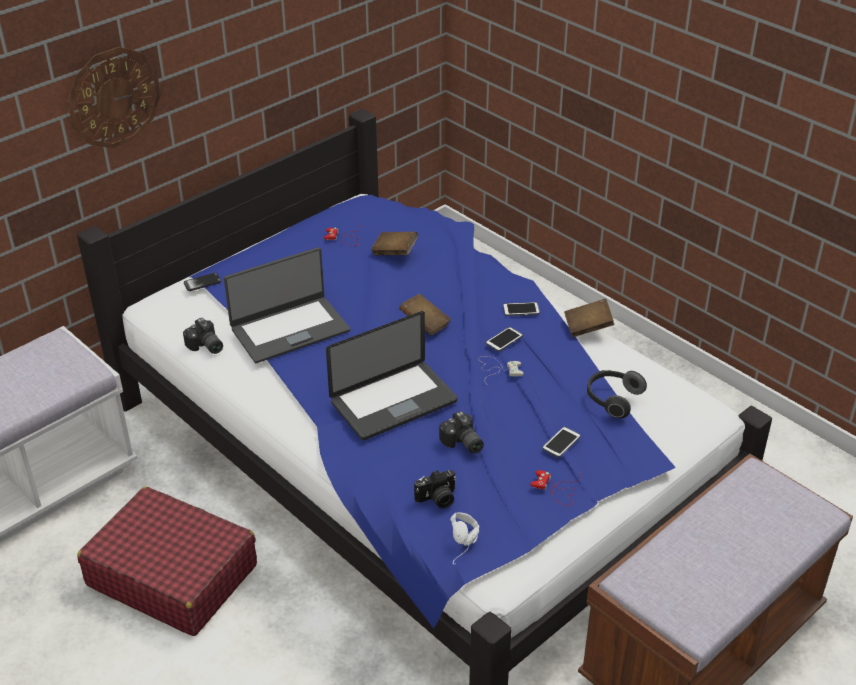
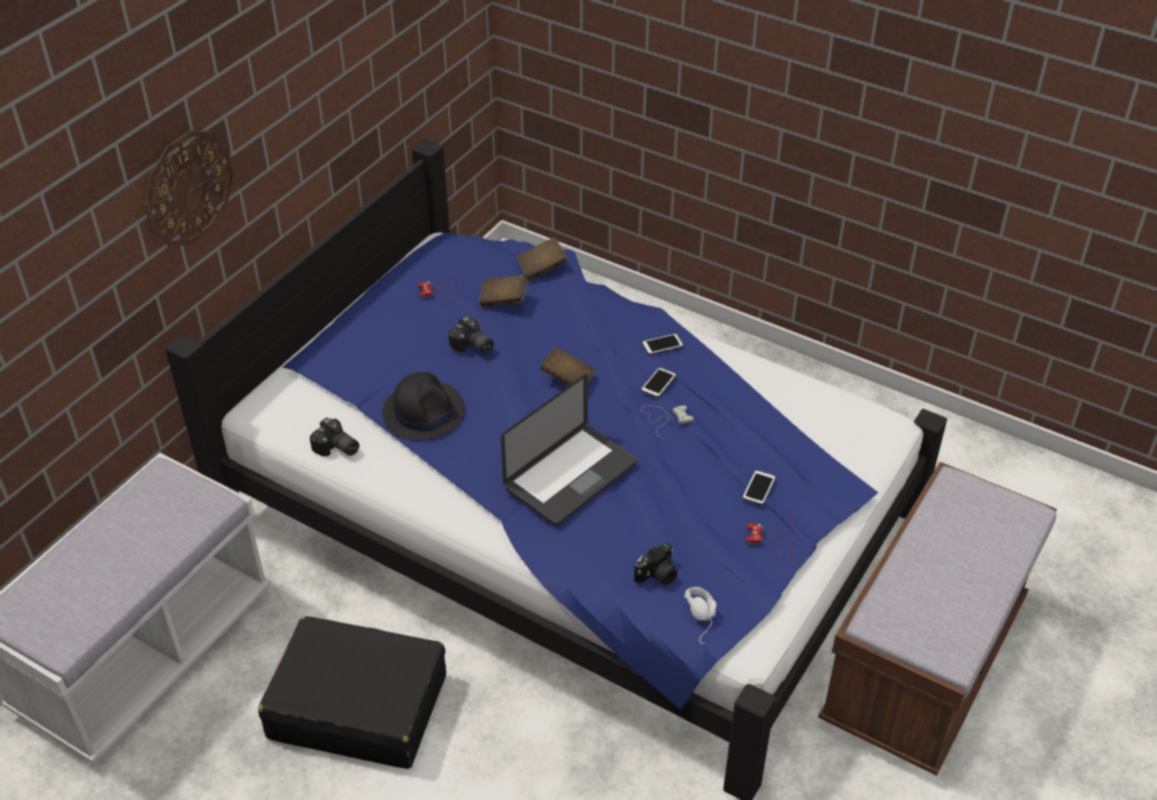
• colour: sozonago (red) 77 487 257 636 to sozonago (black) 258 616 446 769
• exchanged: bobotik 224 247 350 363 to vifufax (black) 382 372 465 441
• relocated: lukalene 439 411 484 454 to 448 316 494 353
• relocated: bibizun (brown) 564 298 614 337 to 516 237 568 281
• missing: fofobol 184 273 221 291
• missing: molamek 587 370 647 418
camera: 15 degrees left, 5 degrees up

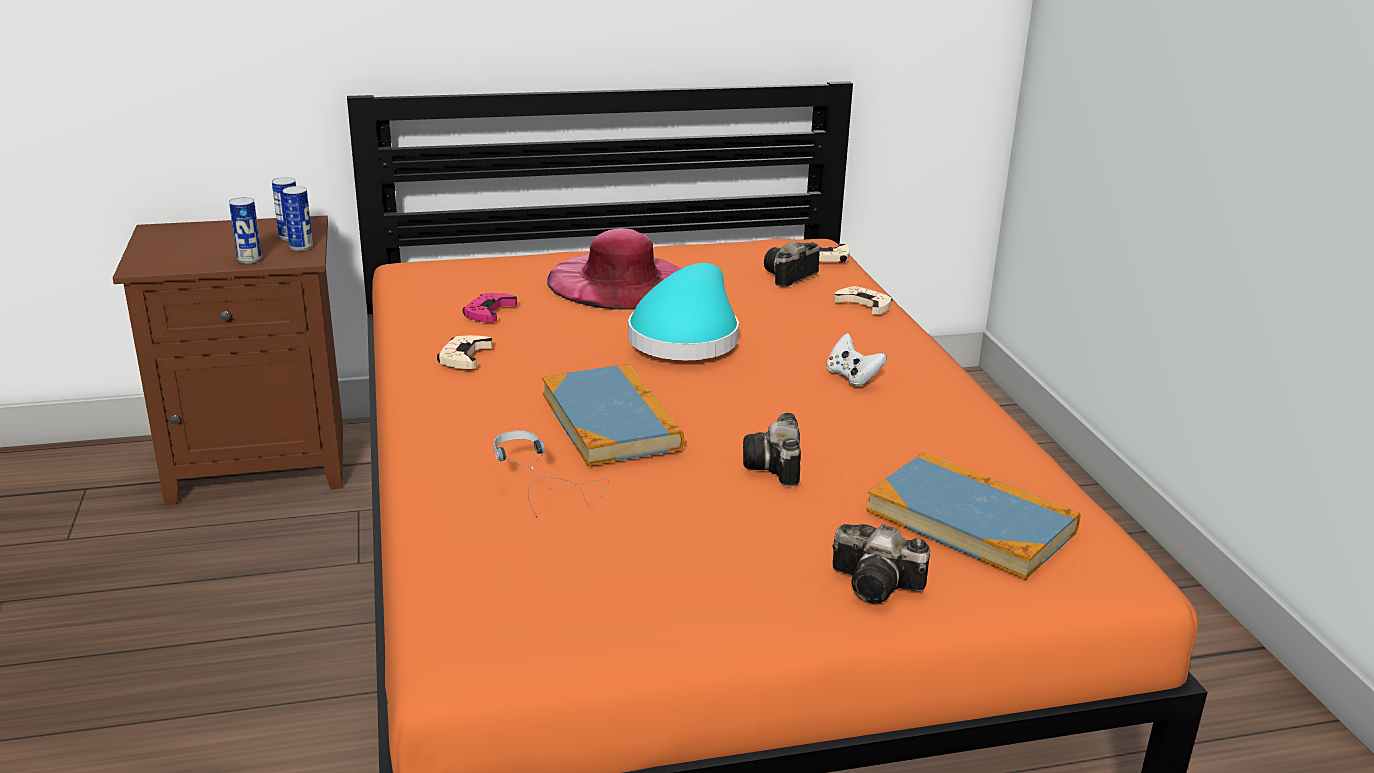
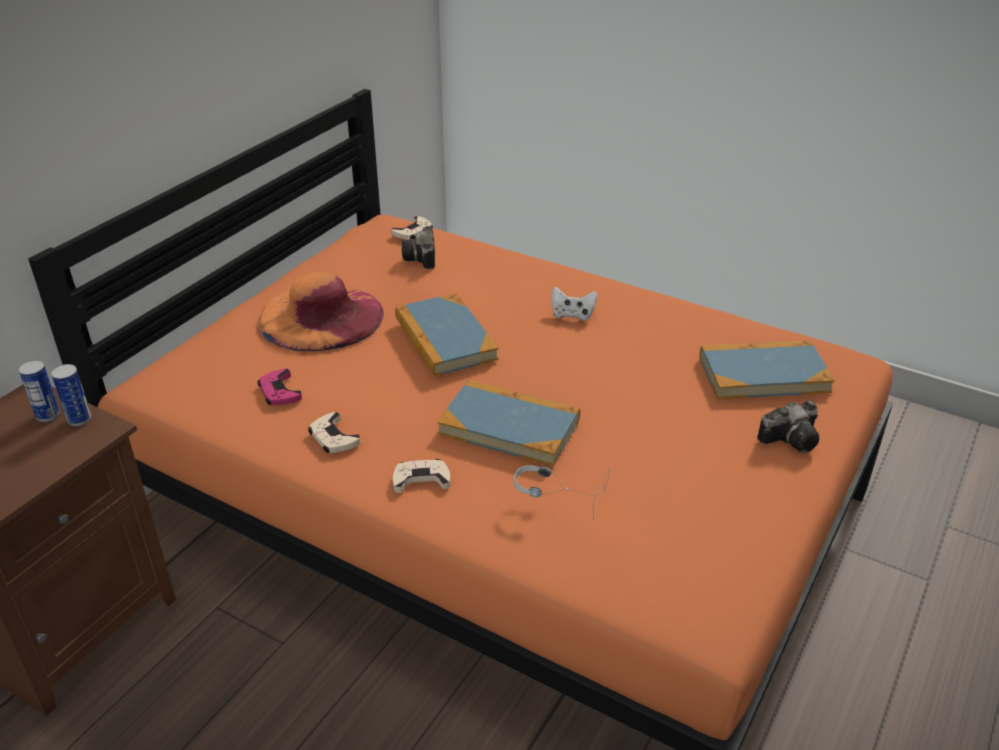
• colour: vifufax (pink) 547 228 681 310 to vifufax (orange) 258 272 384 351
• relocated: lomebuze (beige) 834 286 892 314 to 393 459 450 493
• exchanged: vifufax (turquoise) 628 263 739 360 to bibizun 395 293 498 376
• missing: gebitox 229 197 262 264
• missing: lukalene 743 413 801 486
camera: 45 degrees left, 10 degrees up

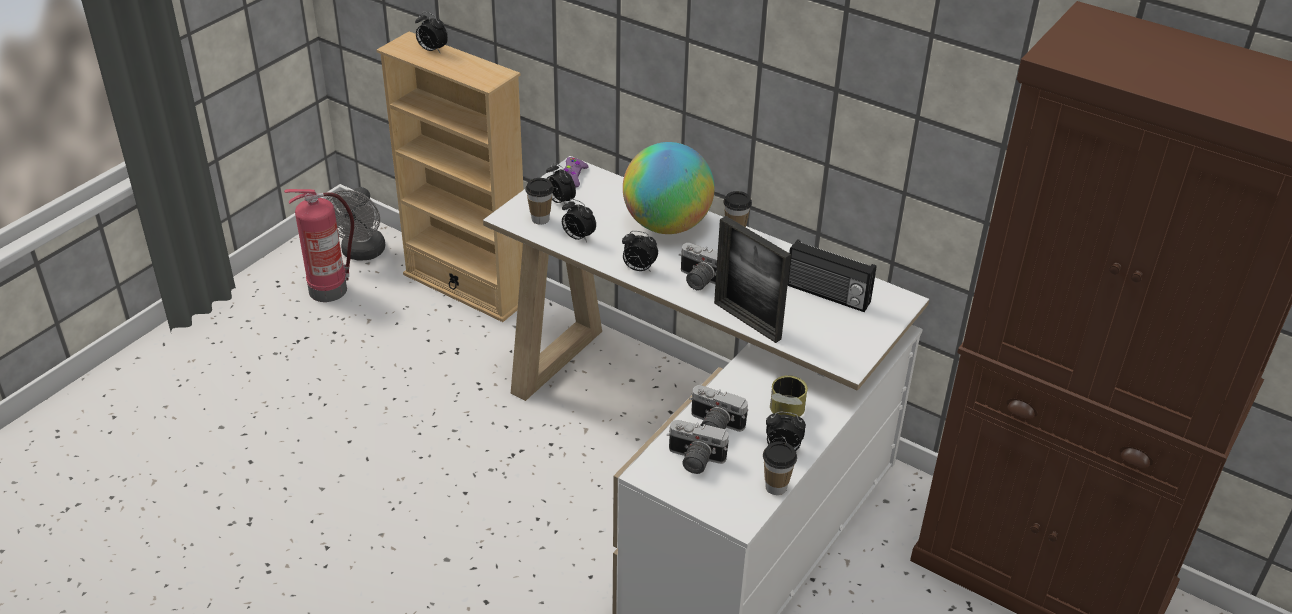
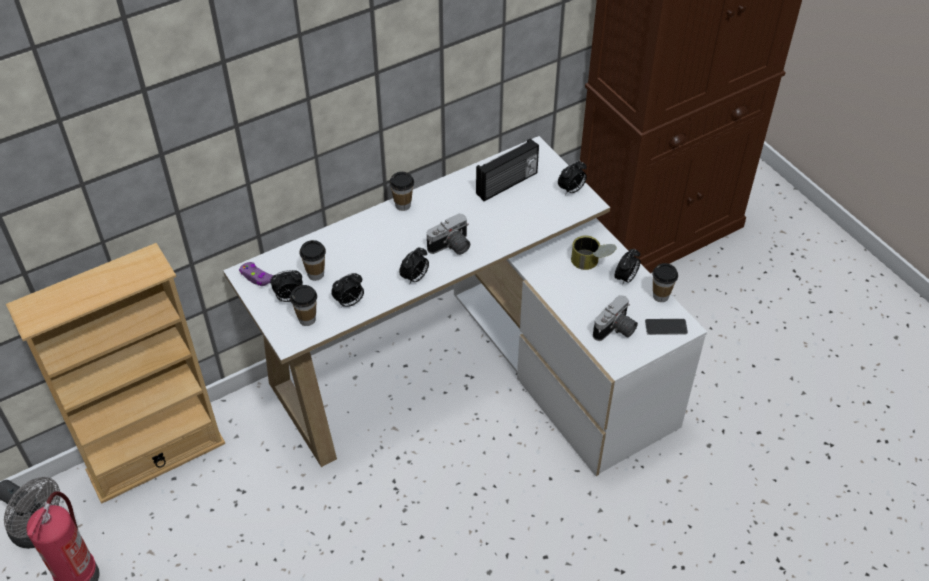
• appeared: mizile 300 240 326 281
• relocated: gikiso 415 12 448 54 to 558 160 587 195
• appeared: fofobol 645 319 688 335
• missing: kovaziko 623 142 715 234
• missing: lukalene 689 385 748 432
• missing: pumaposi 714 216 791 343
camera: 65 degrees left, 10 degrees up

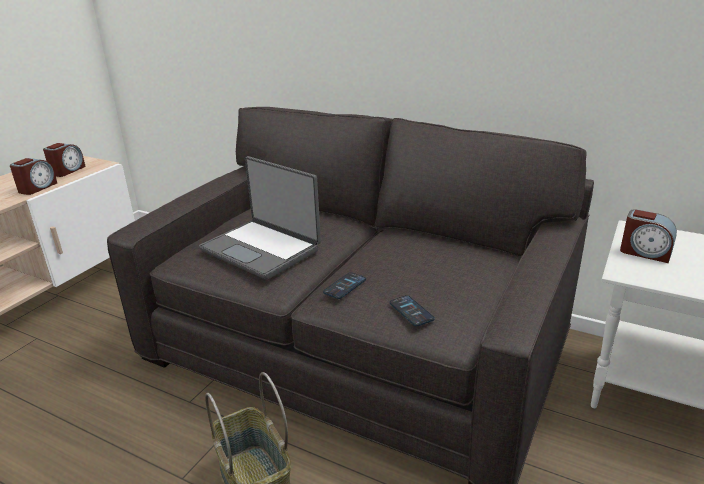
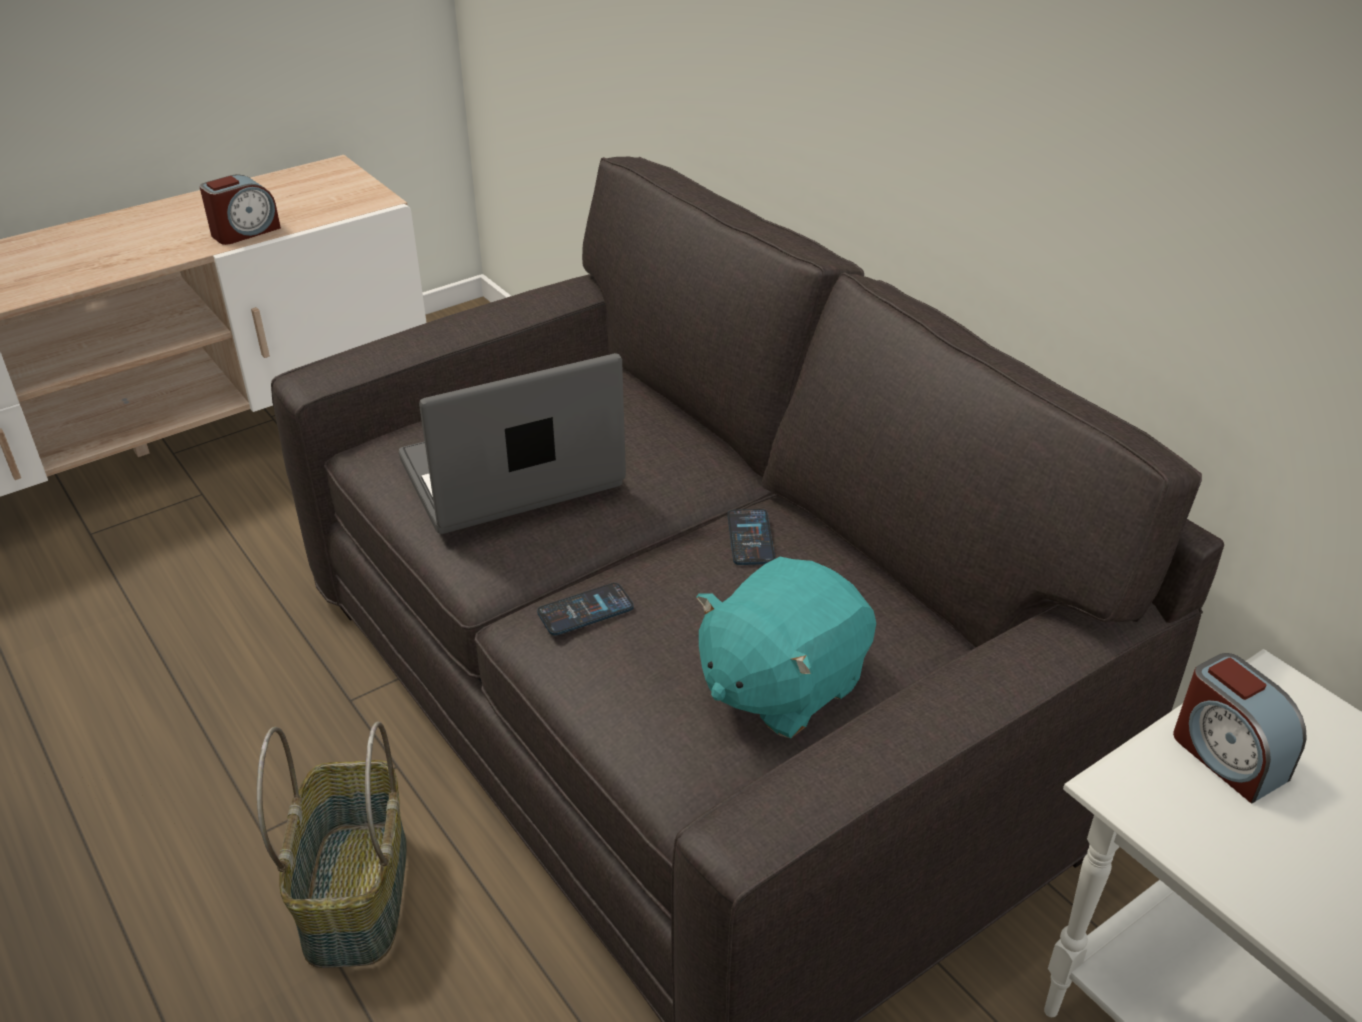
• spun: bobotik 199 156 321 280 = 399 353 626 534 90 degrees clockwise
• appeared: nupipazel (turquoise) 696 557 876 738
• relocated: fofobol 390 295 435 326 to 728 509 775 565
• missing: gikiso 43 143 86 177
camera: 25 degrees right, 10 degrees up

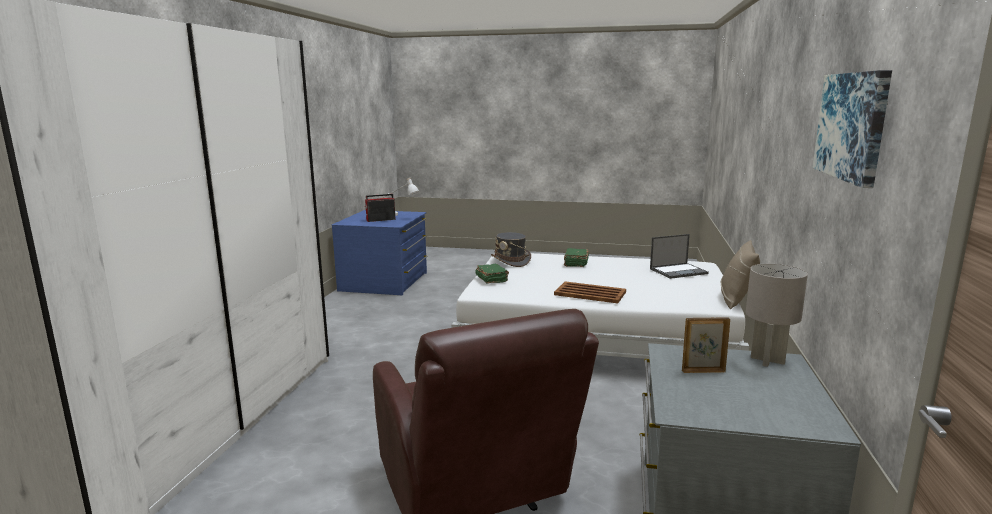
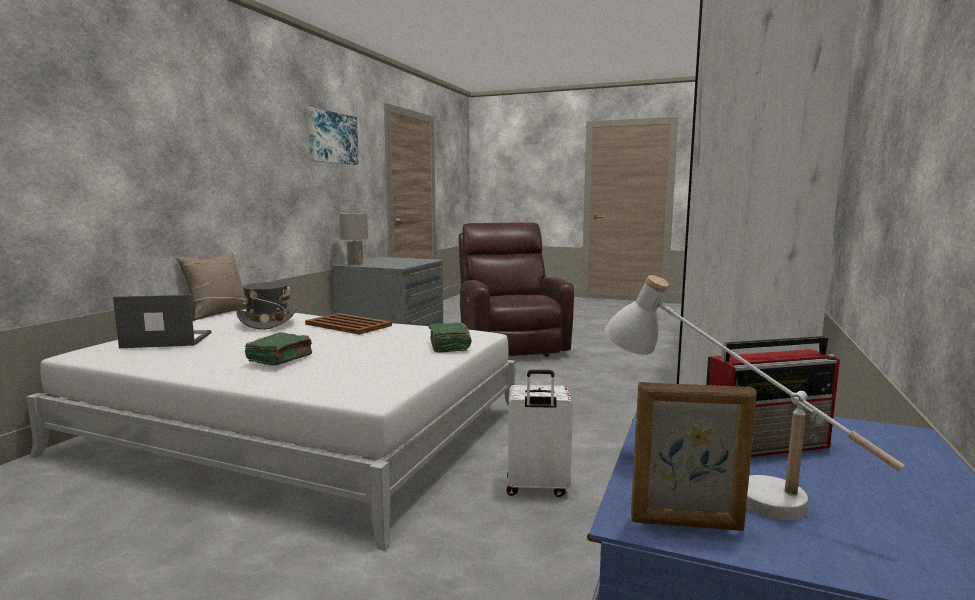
• relocated: vifufax (grey) 491 232 531 267 to 236 282 297 330
• appeared: sozonago (white) 507 370 573 497
• relocated: pumaposi 682 317 730 373 to 631 382 757 531
camera: 170 degrees left, 5 degrees down

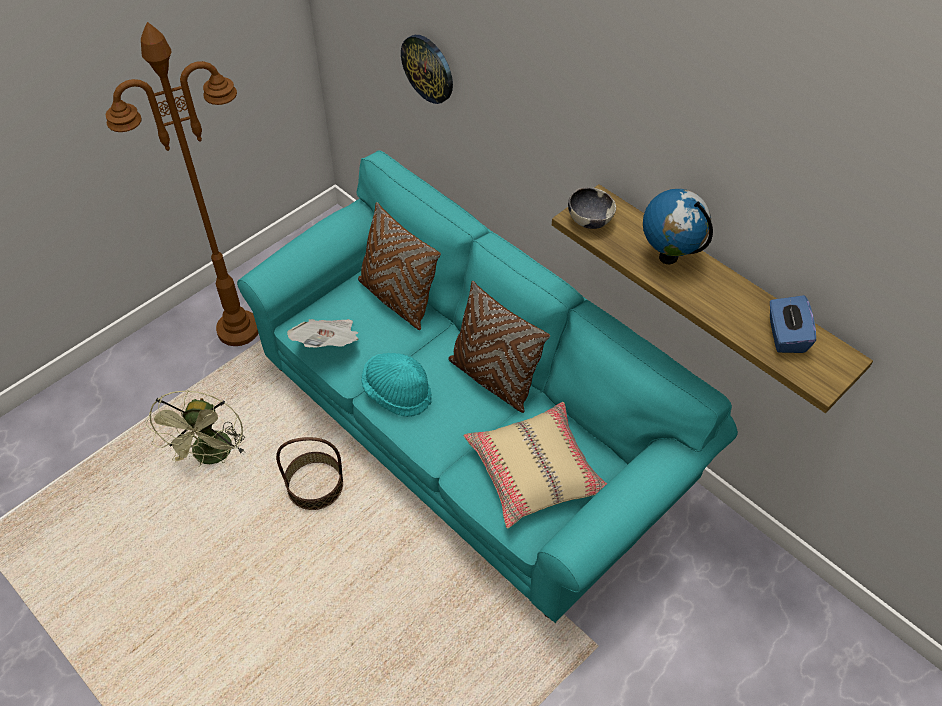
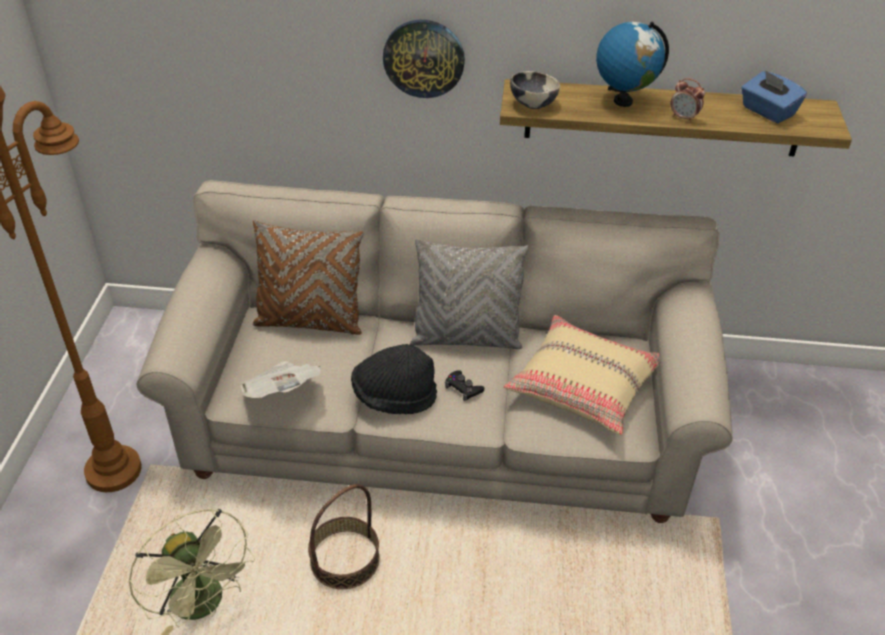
• colour: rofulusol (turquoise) 237 150 738 623 to rofulusol (beige) 136 180 733 523
• colour: vifufax (turquoise) 361 353 432 417 to vifufax (black) 351 344 437 414
• relocated: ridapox 401 35 453 104 to 383 19 465 98
• colour: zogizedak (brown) 448 281 550 413 to zogizedak (grey) 410 239 529 349
• appeared: lomebuze (black) 445 370 484 401
• appeared: gikiso 671 78 705 123
camera: 40 degrees left, 10 degrees down

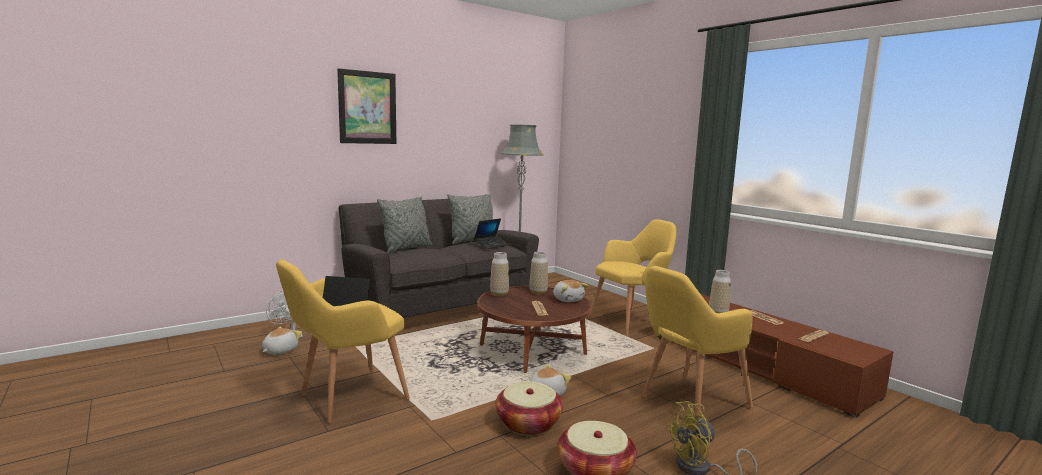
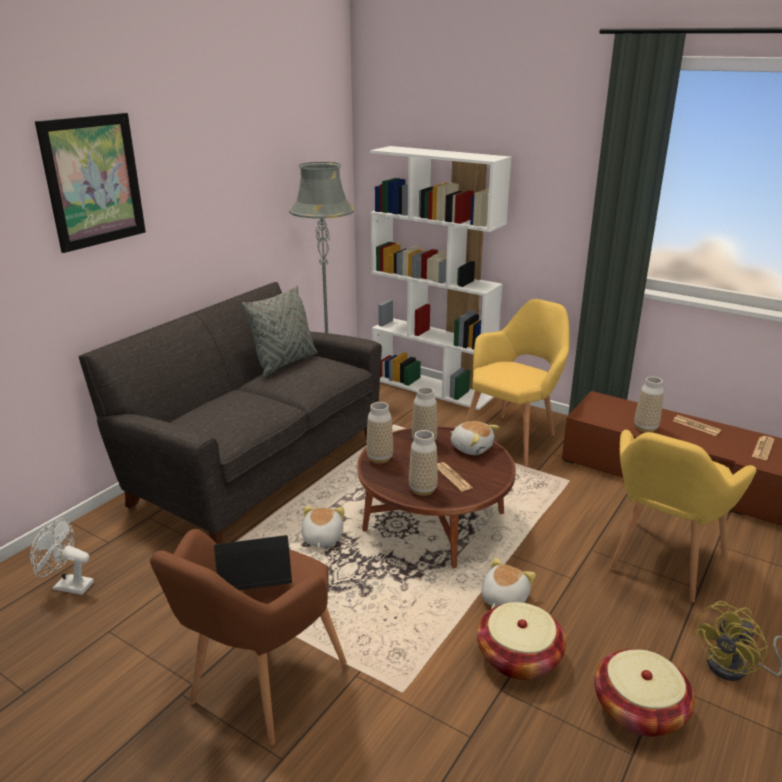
• colour: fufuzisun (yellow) 276 259 410 423 to fufuzisun (brown) 150 529 347 745
• relocated: nupipazel 262 327 302 355 to 302 506 344 548
• appeared: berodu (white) 370 146 511 410
• appeared: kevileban 409 430 438 496
• missing: zogizedak (grey) 377 196 432 254
• missing: bobotik 474 218 508 249
camera: 20 degrees left, 15 degrees up

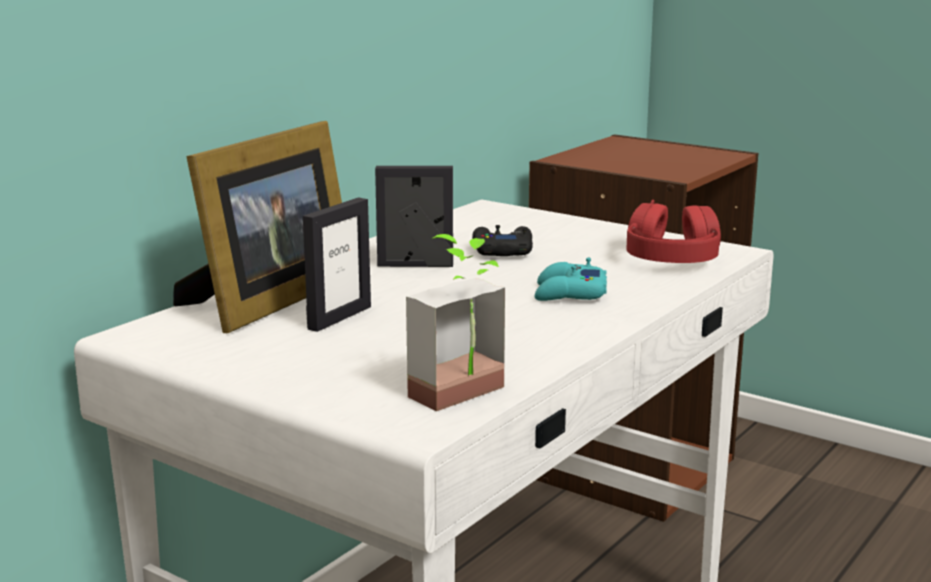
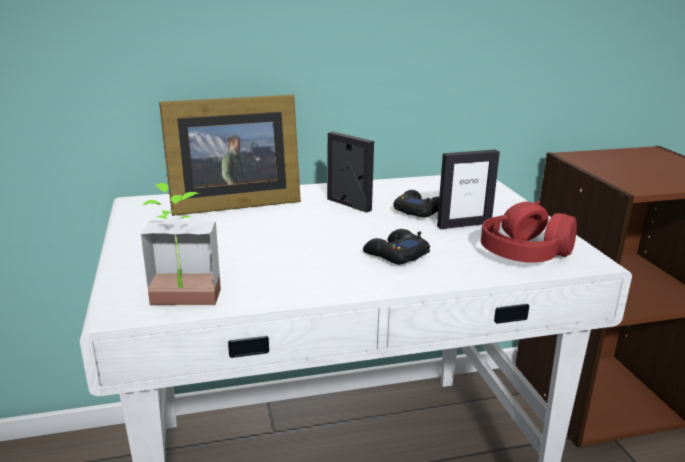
• colour: lomebuze (turquoise) 535 258 607 301 to lomebuze (black) 363 229 430 264
• relocated: pumaposi 303 198 371 332 to 437 149 500 229
camera: 40 degrees right, 5 degrees up

